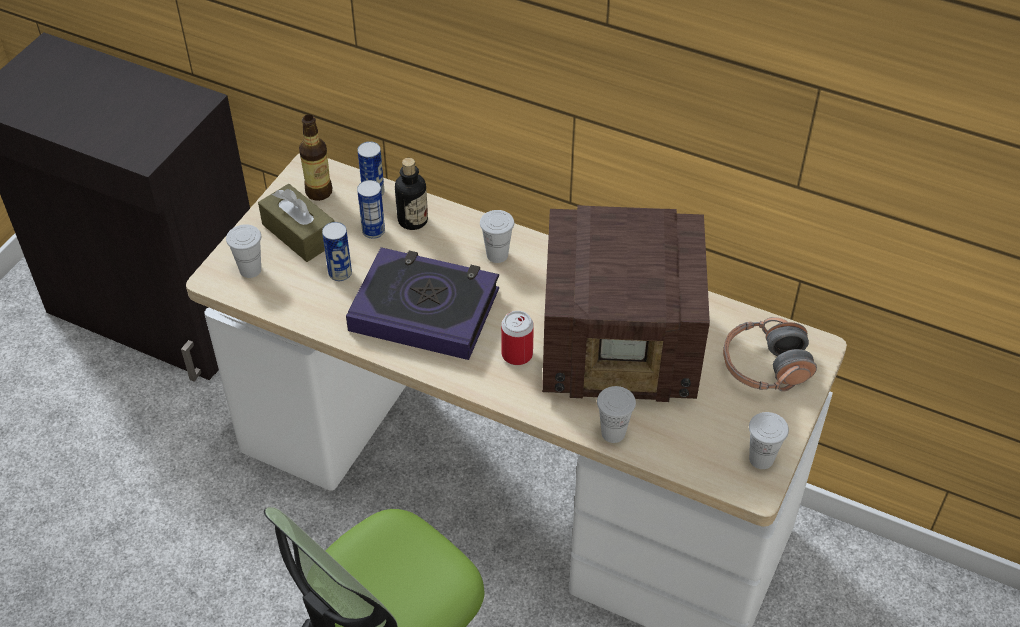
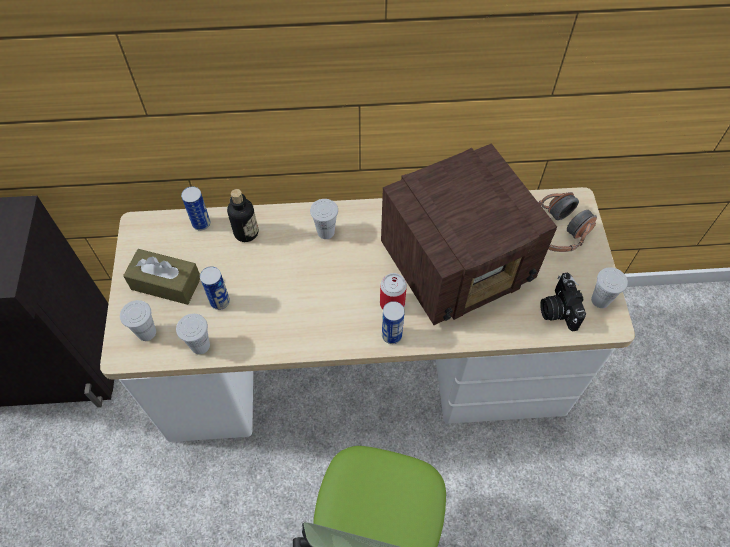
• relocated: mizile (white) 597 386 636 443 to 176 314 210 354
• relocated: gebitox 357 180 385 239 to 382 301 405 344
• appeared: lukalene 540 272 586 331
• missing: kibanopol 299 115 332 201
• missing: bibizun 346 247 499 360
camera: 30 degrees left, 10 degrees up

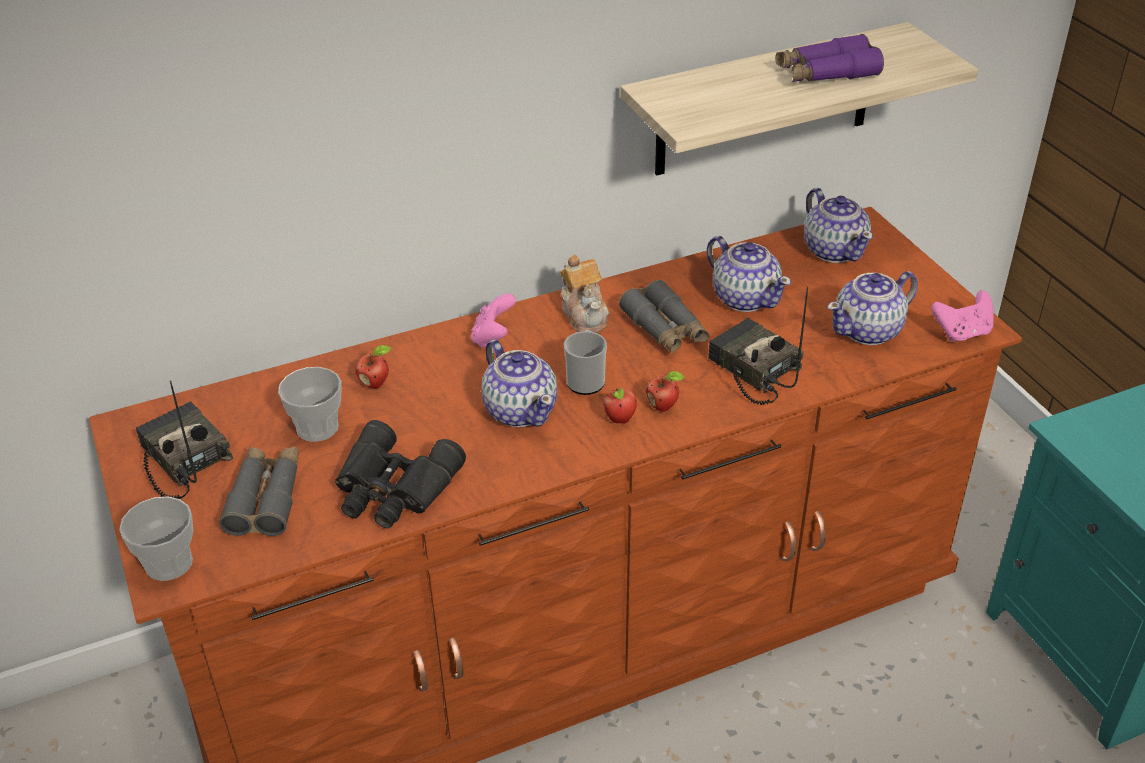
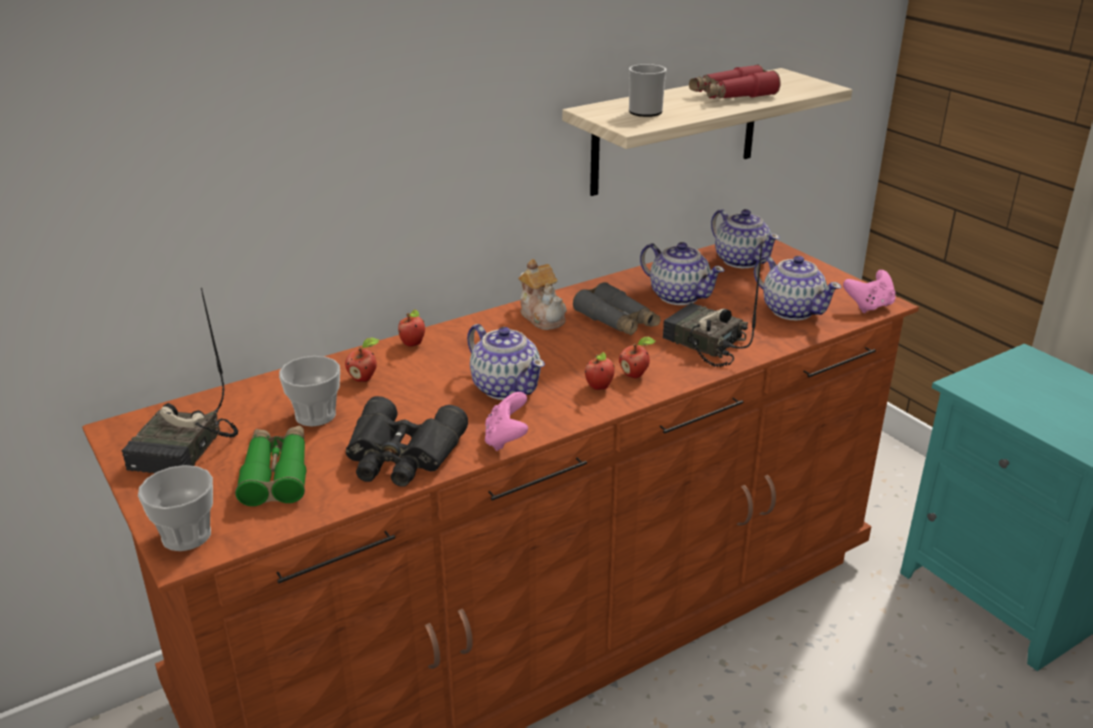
• spun: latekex 135 381 233 499 = 122 288 238 473 120 degrees counterclockwise
• colour: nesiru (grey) 219 446 299 536 to nesiru (green) 235 426 306 506
• appeared: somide 398 309 425 347
• relocated: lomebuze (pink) 471 293 516 348 to 485 392 528 451
• relocated: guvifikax 564 330 607 395 to 629 64 667 117
• colour: nesiru (purple) 775 34 884 82 to nesiru (red) 689 65 781 98
• spun: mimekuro 827 271 918 345 = 754 255 842 320 90 degrees counterclockwise
camera: 10 degrees left, 10 degrees down

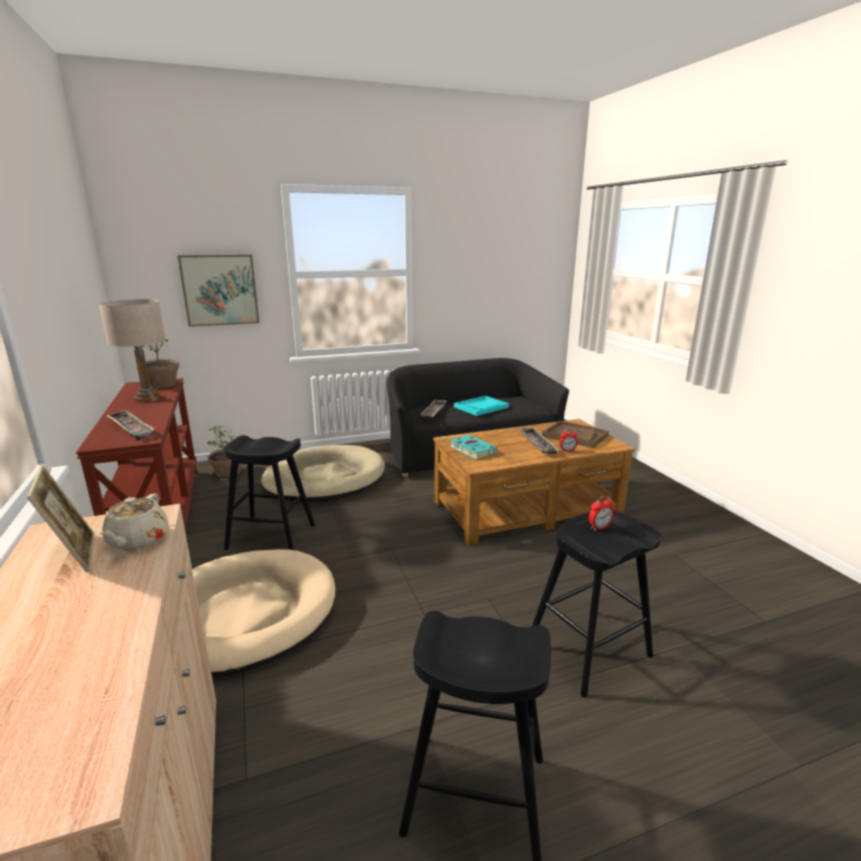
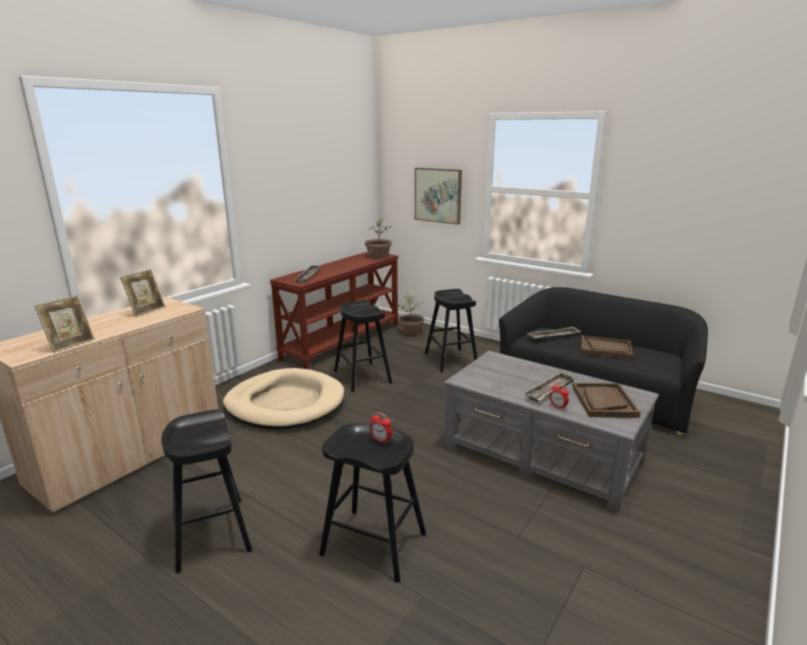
• appeared: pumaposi 35 295 95 353
• exchanged: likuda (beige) 261 445 385 502 to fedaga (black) 425 289 477 373
• colour: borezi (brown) 433 419 636 546 to borezi (grey) 444 351 659 513
• colour: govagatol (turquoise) 454 396 509 416 to govagatol (brown) 581 336 633 359
• missing: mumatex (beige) 99 299 166 403
• missing: mimekuro (beige) 100 494 169 550
• missing: bibizun (turquoise) 449 435 497 460
camera: 55 degrees right, 0 degrees up

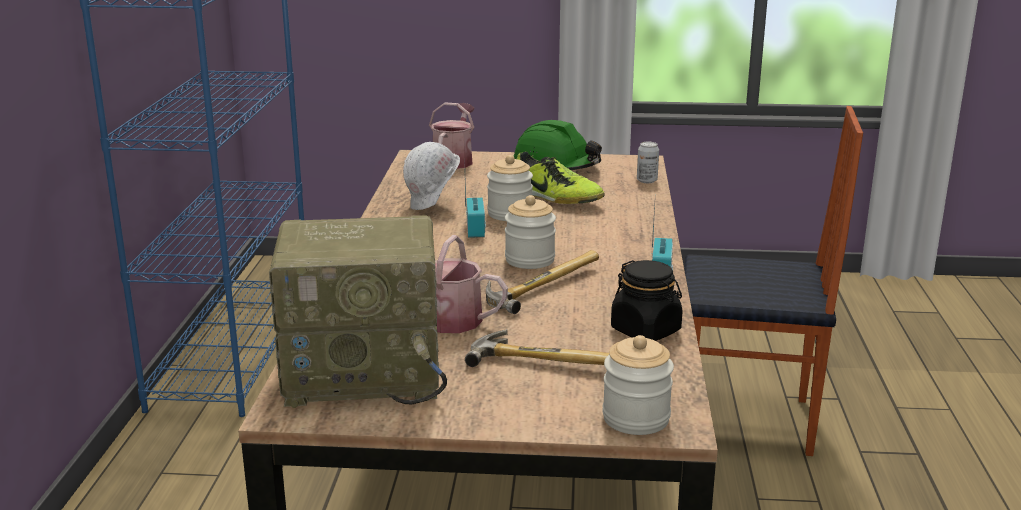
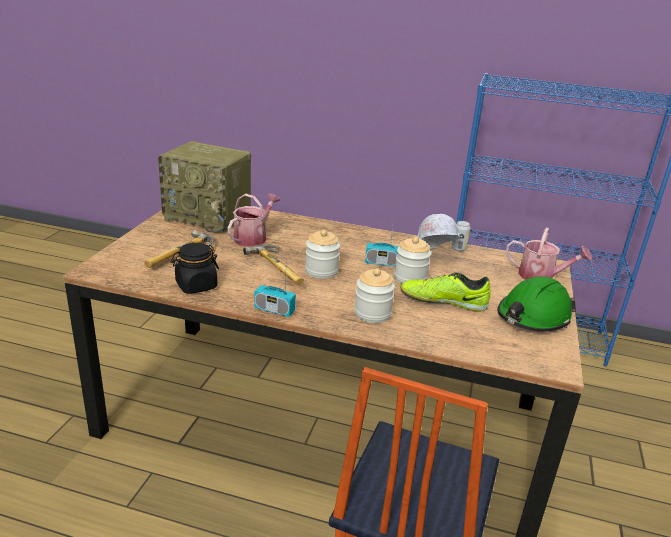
• spun: latekex 269 215 447 408 = 158 141 251 234 75 degrees counterclockwise
• relocated: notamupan 602 335 674 435 to 354 268 395 323
• spun: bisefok 517 151 605 204 = 400 272 491 312 45 degrees clockwise
• relocated: gebitox 637 142 659 183 to 452 221 471 251
camera: 100 degrees right, 5 degrees up

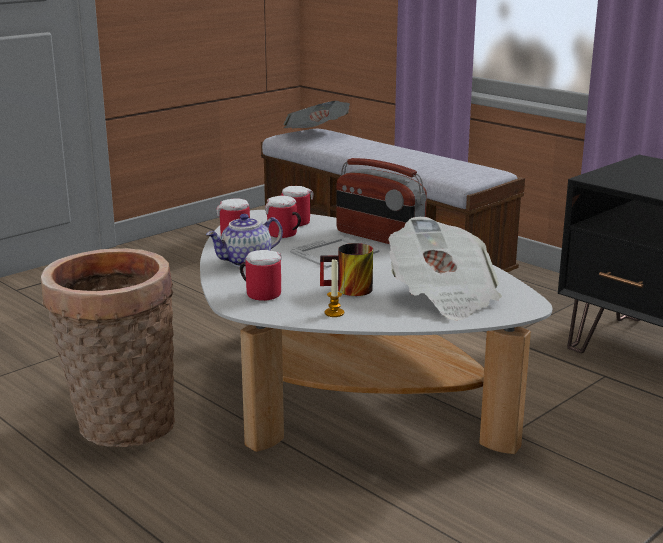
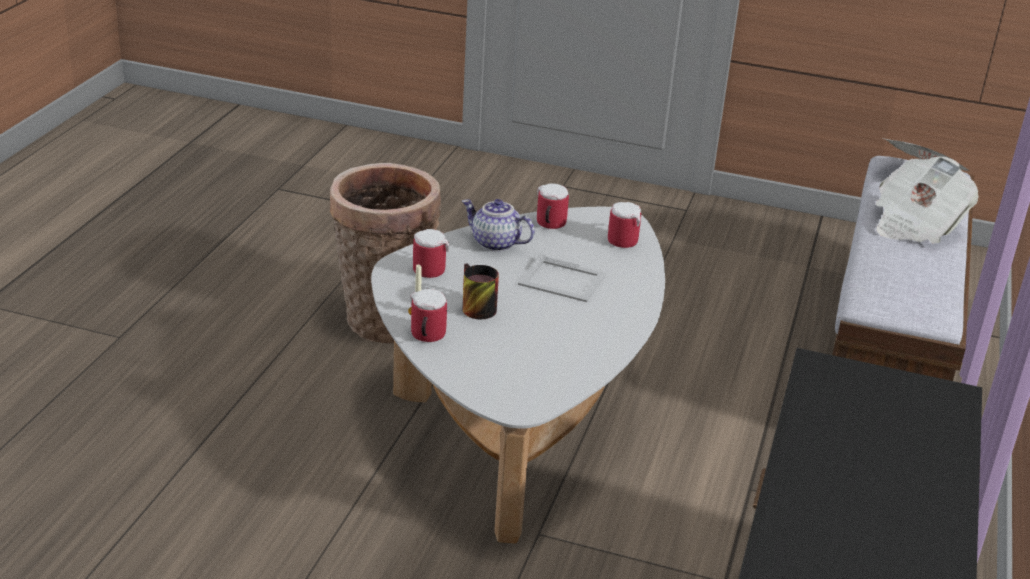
• relocated: guvifikax 265 196 301 238 to 410 289 447 342
• relocated: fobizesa 388 217 502 321 to 876 156 979 244
• missing: latekex 337 158 427 244
camera: 60 degrees right, 10 degrees up

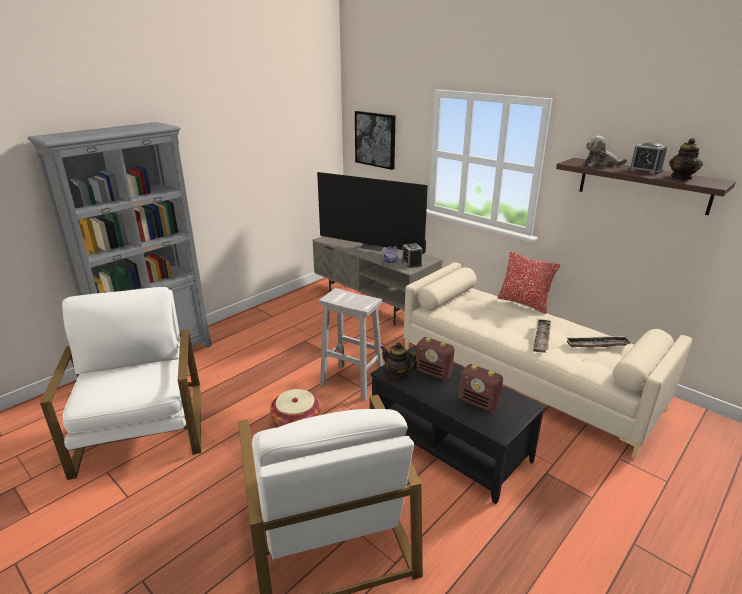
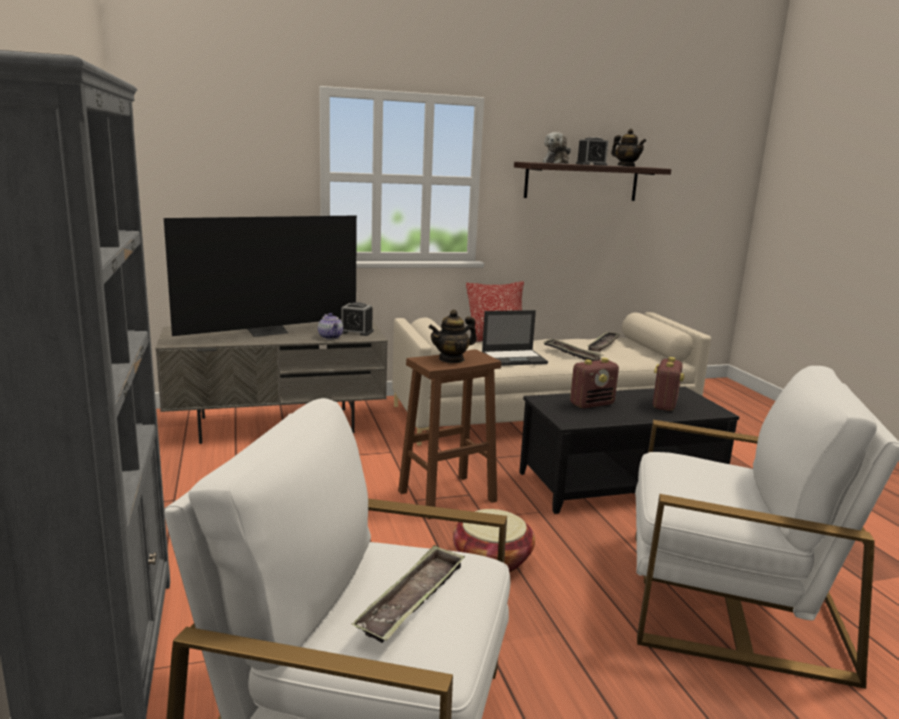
• appeared: govagatol 352 545 465 643
• colour: fedaga (white) 319 288 383 400 to fedaga (brown) 398 349 501 519
• relocated: mimekuro 380 342 418 380 to 429 309 477 363
• appeared: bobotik 482 310 548 366
• spun: latekex 459 364 503 412 = 653 357 684 411 45 degrees counterclockwise
• missing: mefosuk 355 111 395 170
camera: 60 degrees left, 10 degrees down

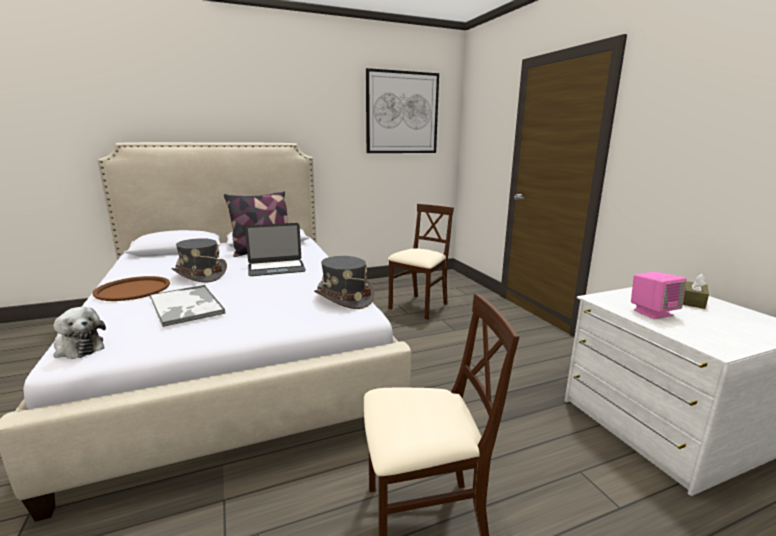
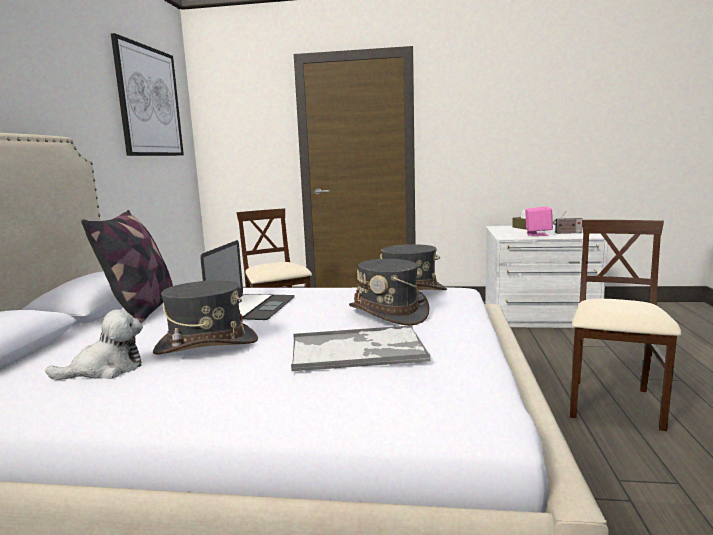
• relocated: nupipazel 53 307 106 359 to 45 309 143 380
• appeared: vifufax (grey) 349 259 430 325
• appeared: latekex 553 211 583 234
• missing: govagatol (brown) 92 276 170 301
camera: 60 degrees left, 5 degrees down

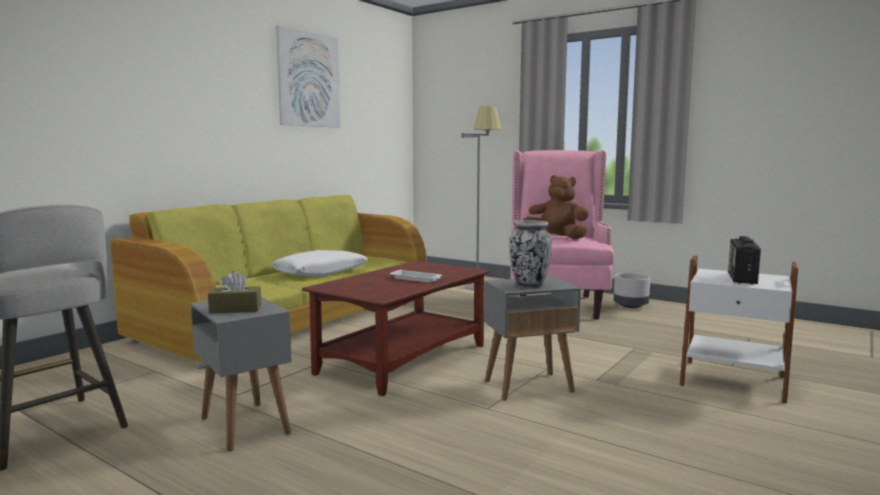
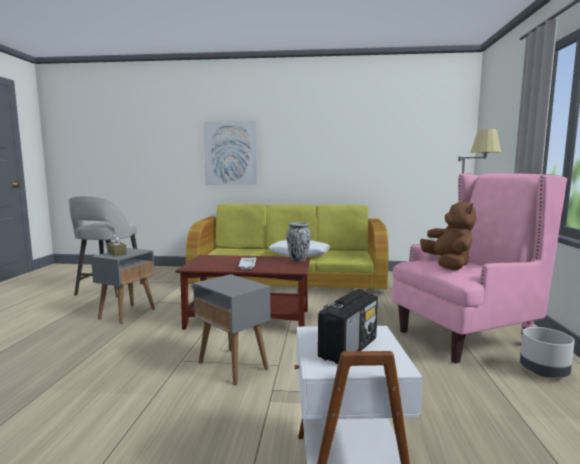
• relocated: mefosuk 276 25 340 128 to 204 121 257 185
• relocated: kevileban 509 220 552 288 to 286 222 311 262
• spun: latekex 728 236 761 284 = 318 289 378 364 135 degrees clockwise
camera: 60 degrees right, 0 degrees up

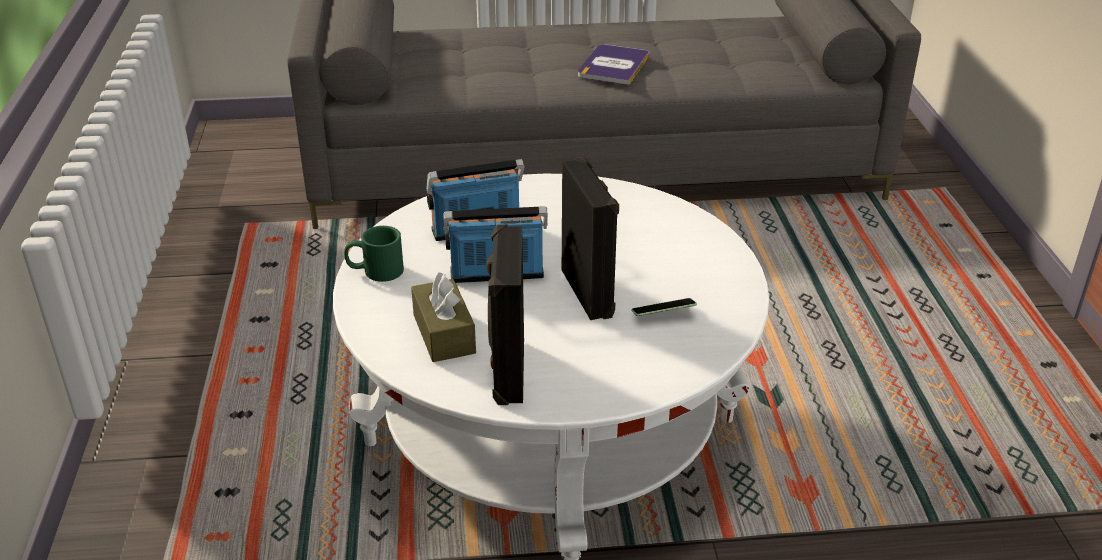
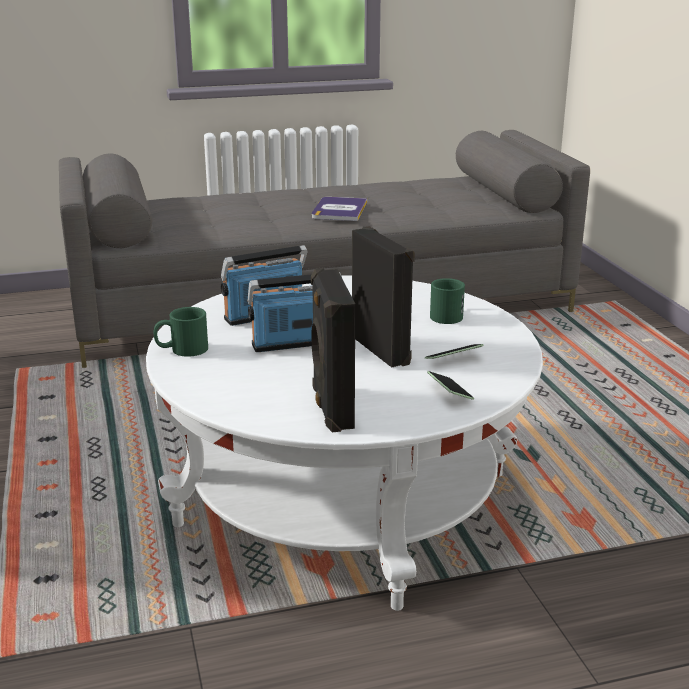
• appeared: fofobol 427 371 474 400
• appeared: guvifikax (green) 430 278 465 324
• missing: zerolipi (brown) 411 272 476 362
camera: 10 degrees left, 10 degrees down

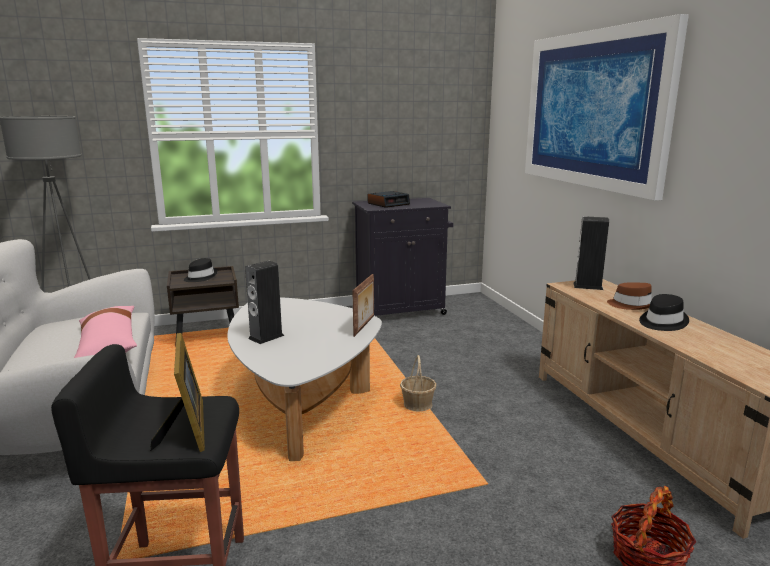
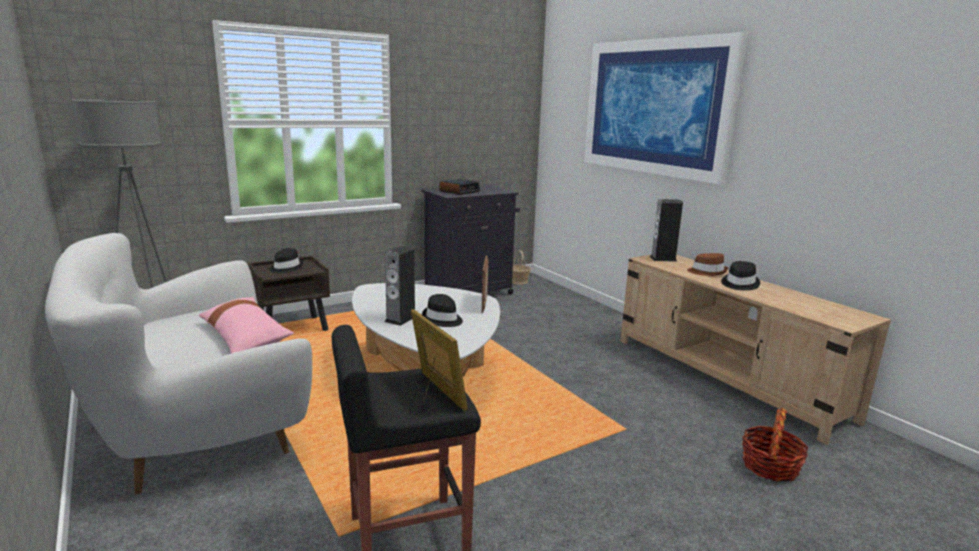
• appeared: vifufax (black) 422 294 463 327
• relocated: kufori 400 355 436 412 to 512 250 531 285
camera: 15 degrees left, 0 degrees up

